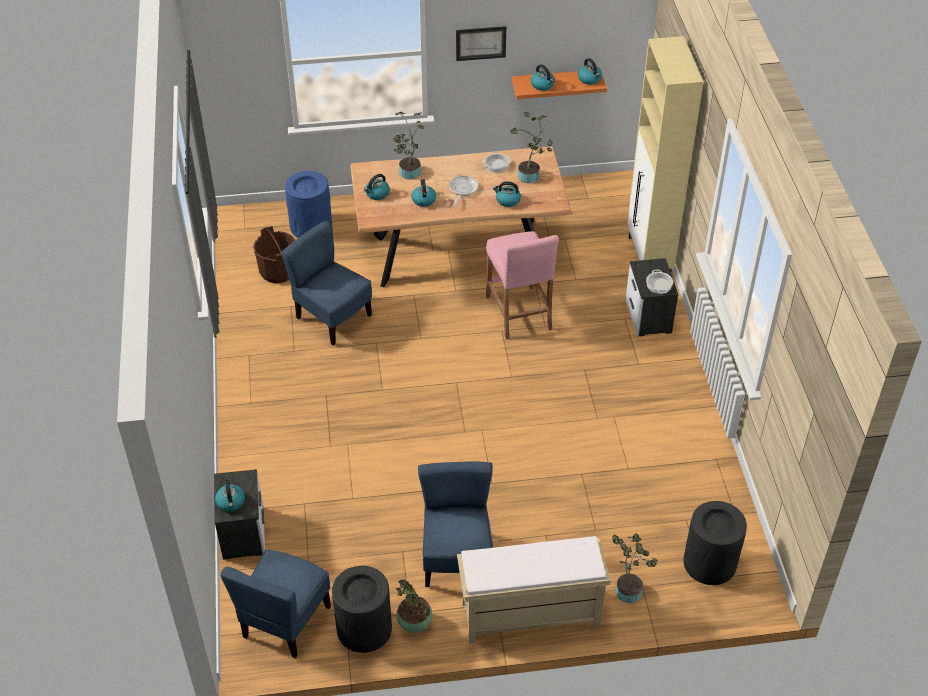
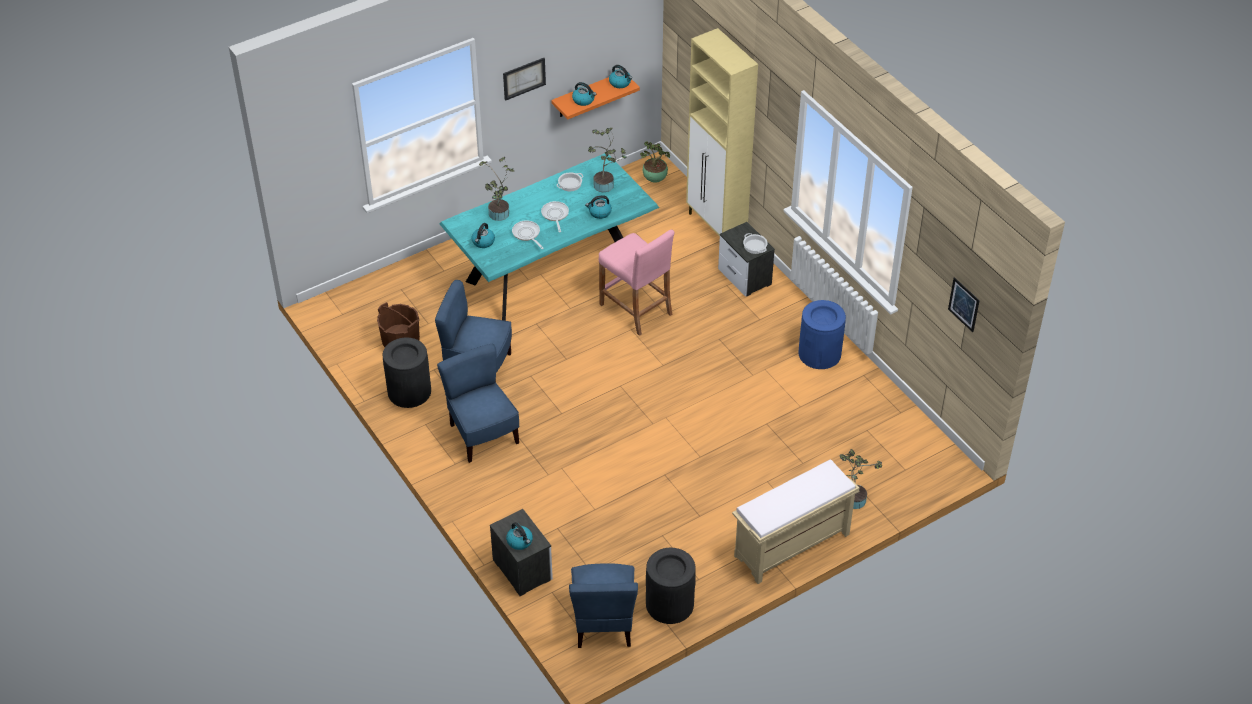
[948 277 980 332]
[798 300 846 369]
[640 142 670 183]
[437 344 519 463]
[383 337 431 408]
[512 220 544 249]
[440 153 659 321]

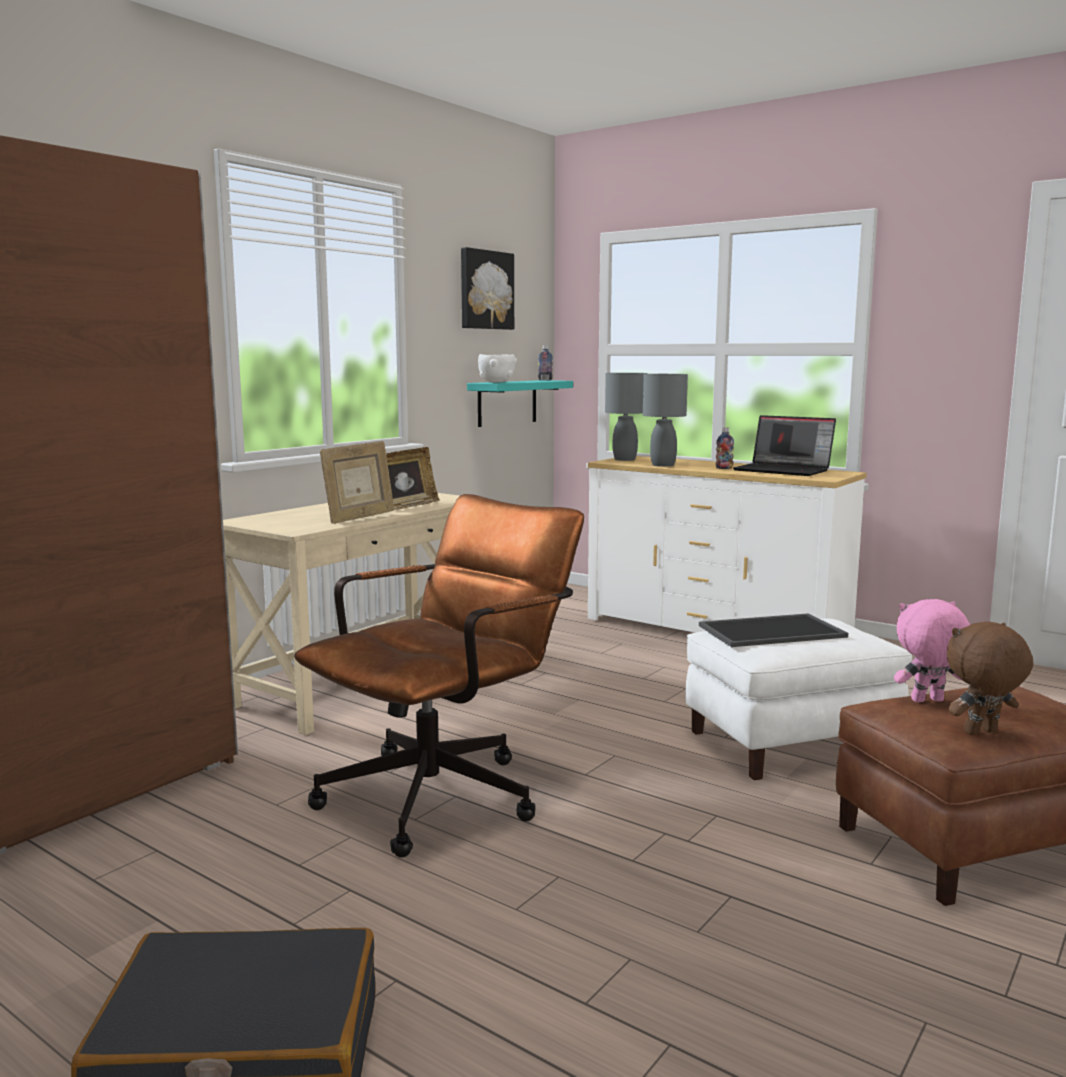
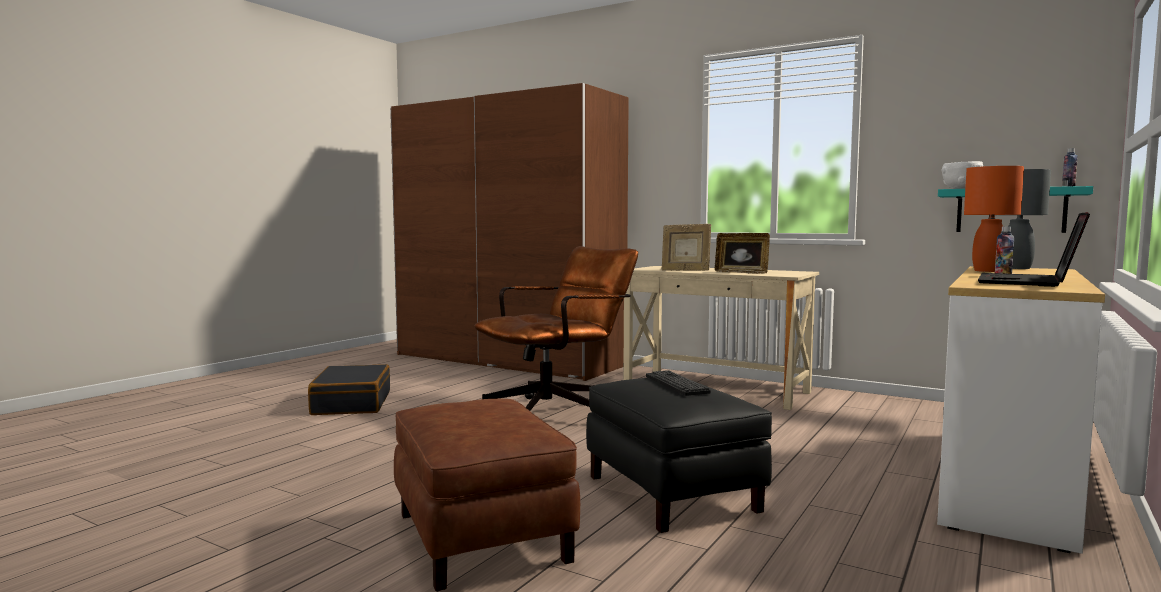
[461 247 514 330] (first image)
[894 599 970 703] (first image)
[947 622 1034 735] (first image)
[646 370 711 396]
[964 166 1024 272]
[586 377 772 533]
[475 246 638 411]

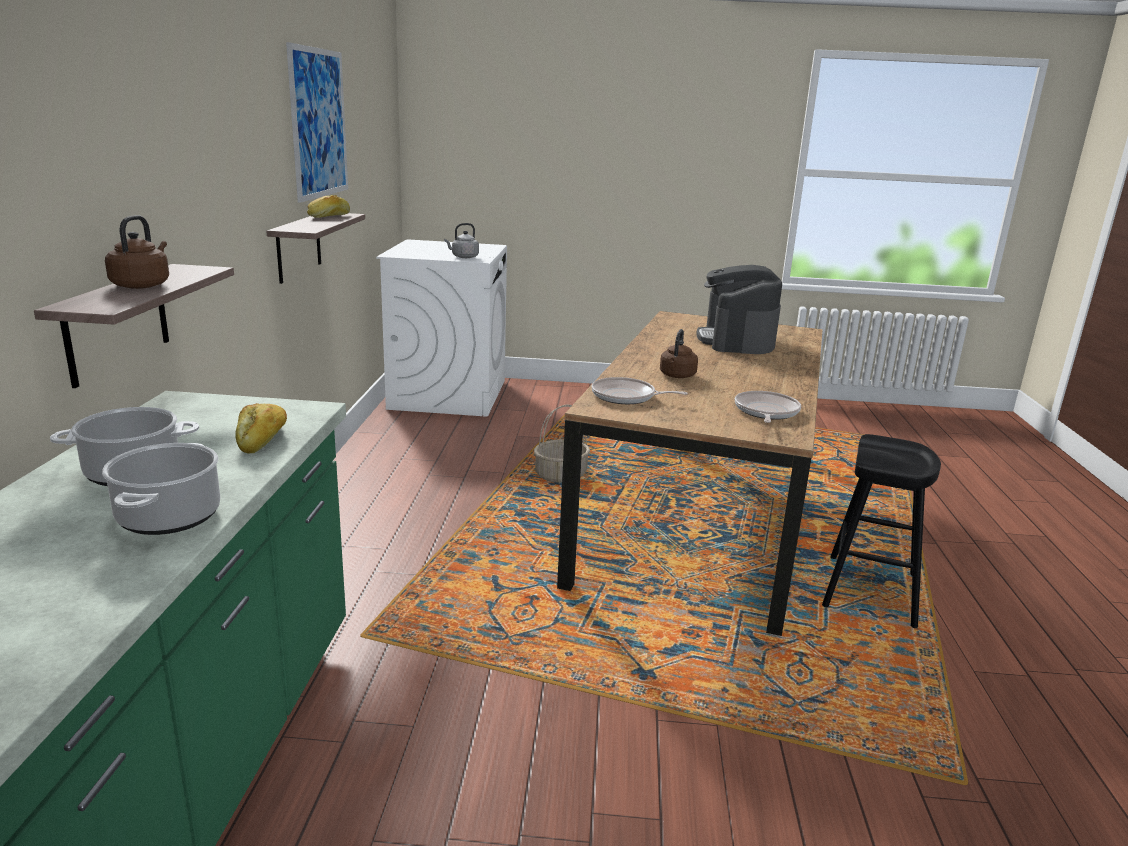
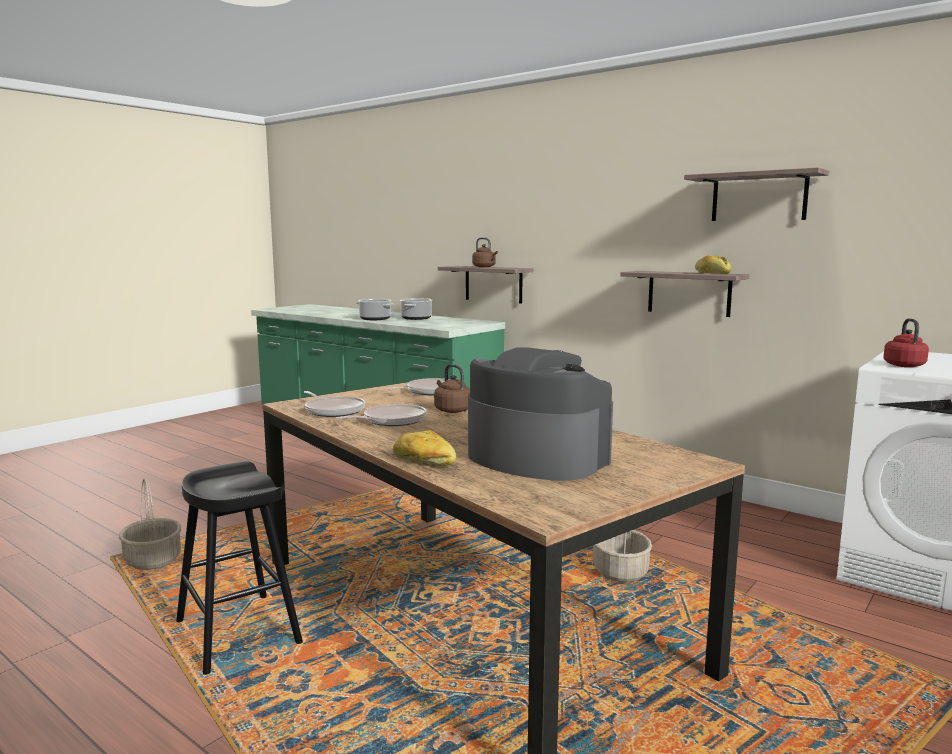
[119 479 181 570]
[336 404 427 426]
[393 430 457 466]
[684 167 829 221]
[883 318 929 367]

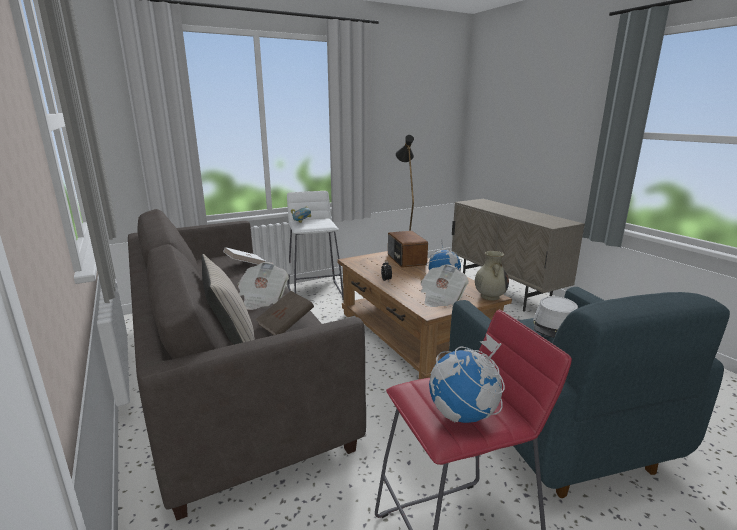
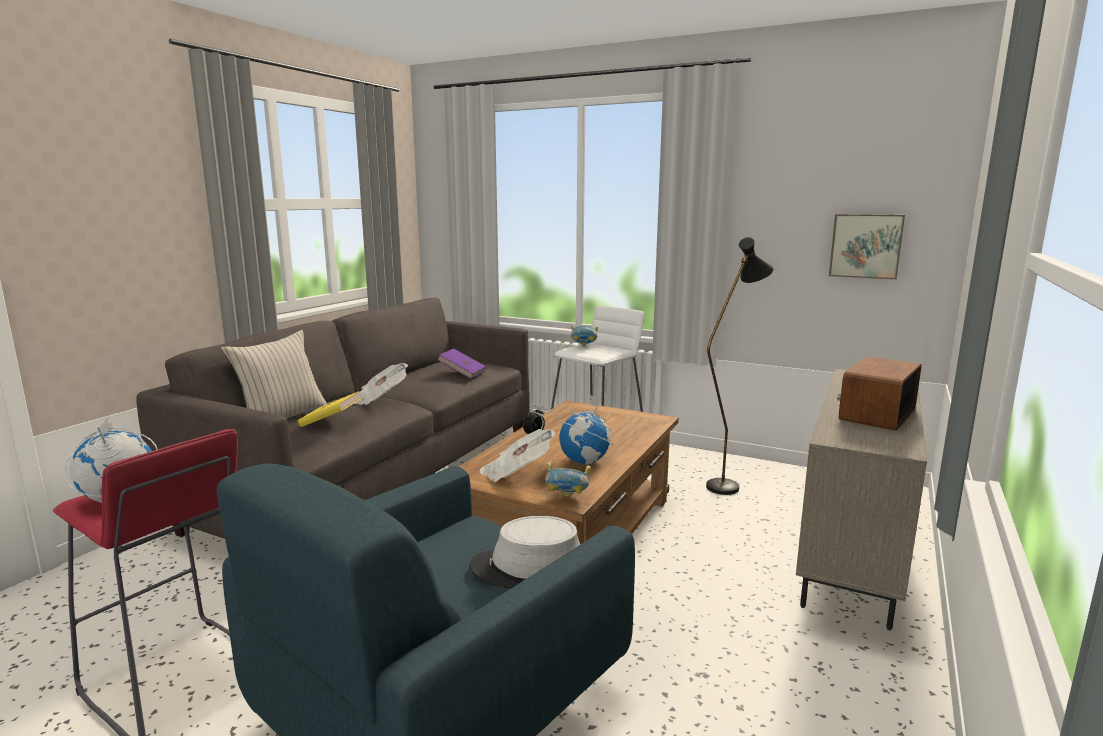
[829 214 905 279]
[837 356 922 431]
[545 462 591 497]
[438 349 486 379]
[298 391 362 427]

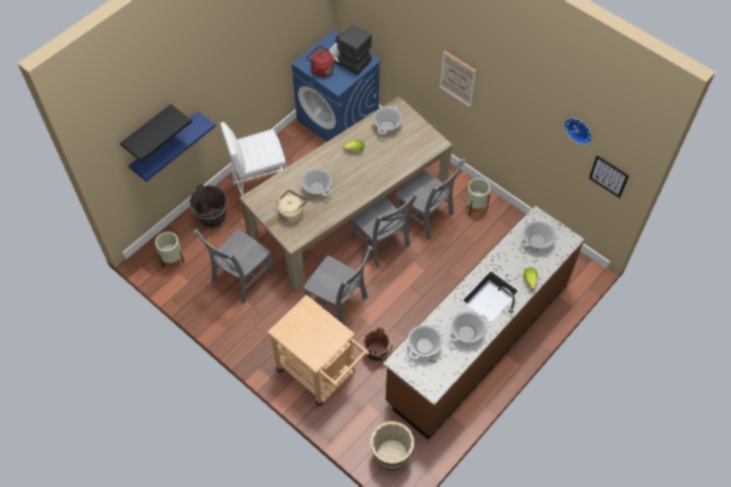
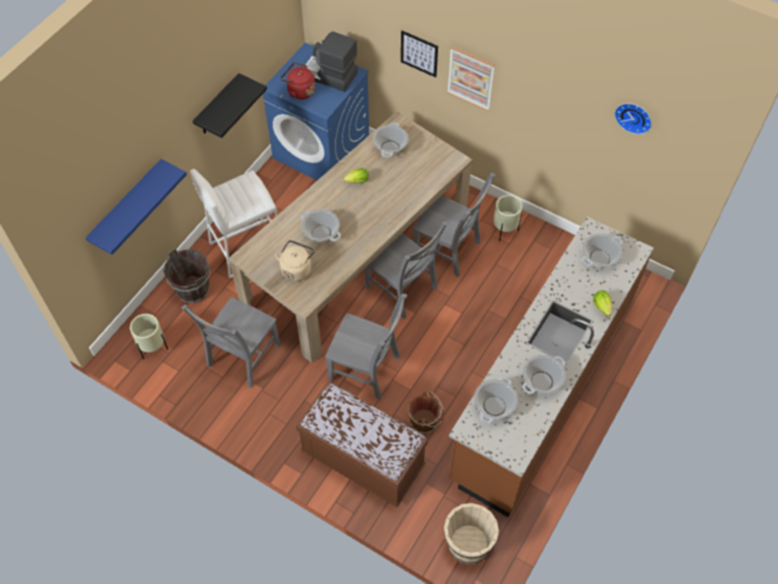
[193 73 267 138]
[401 31 438 78]
[296 382 428 507]

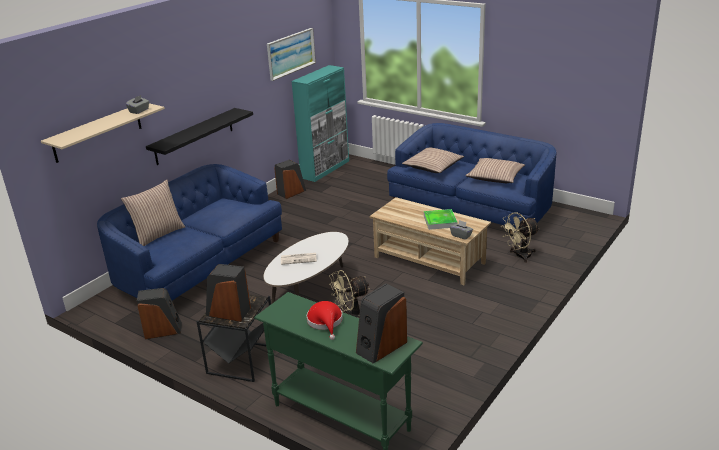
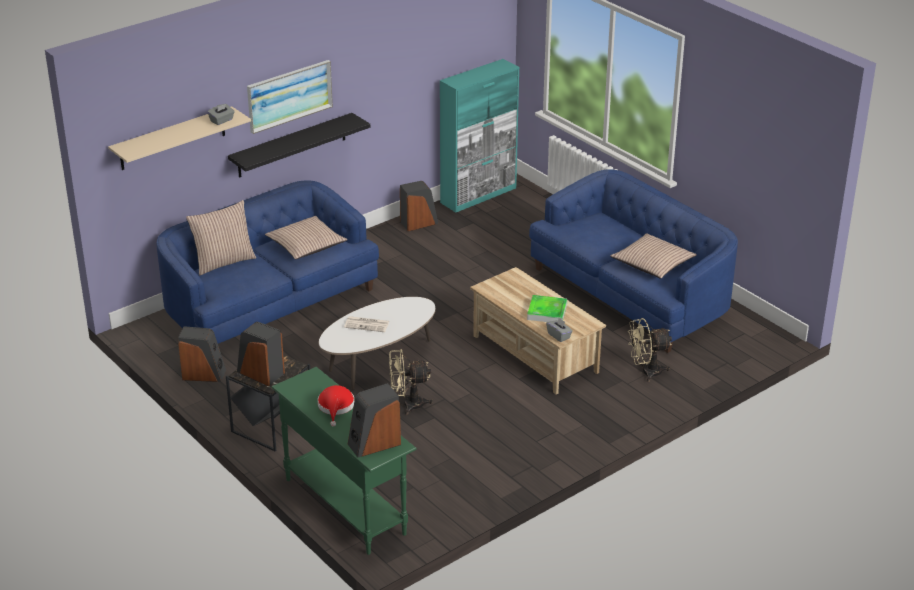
[247 60 333 134]
[265 216 348 259]

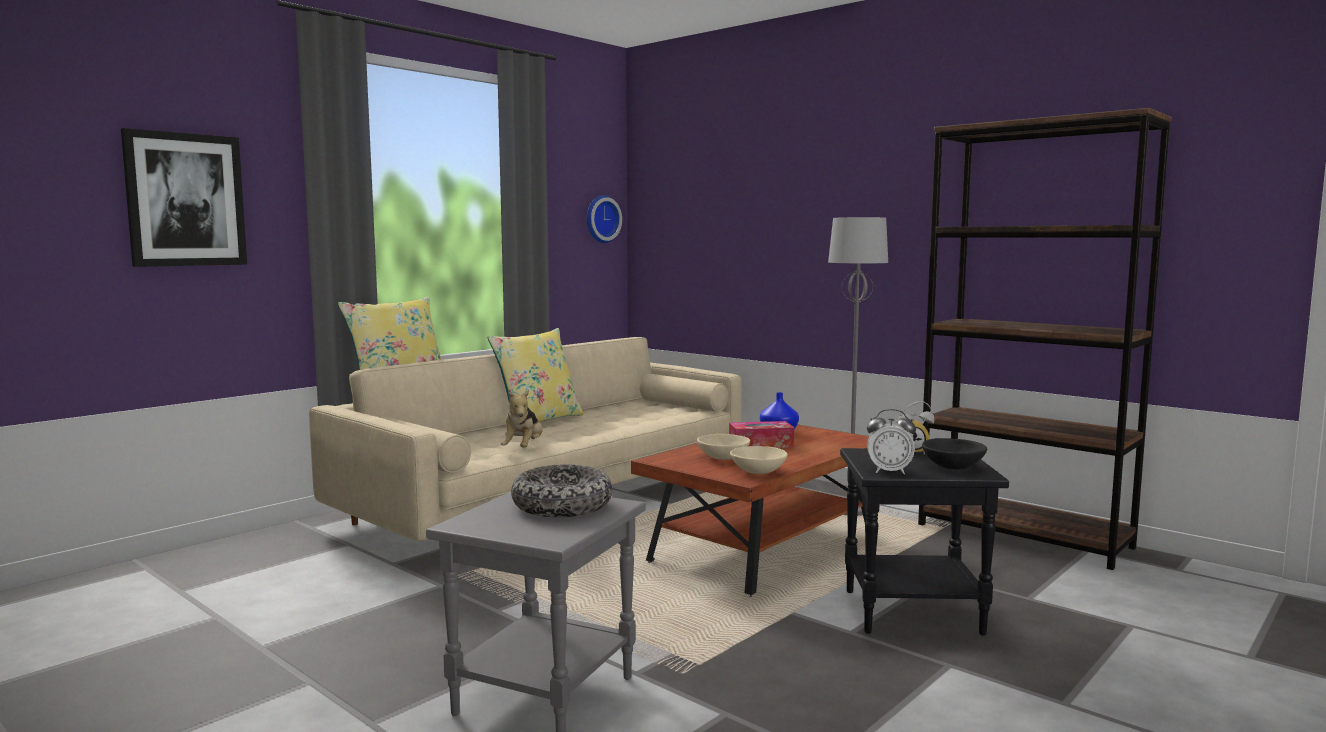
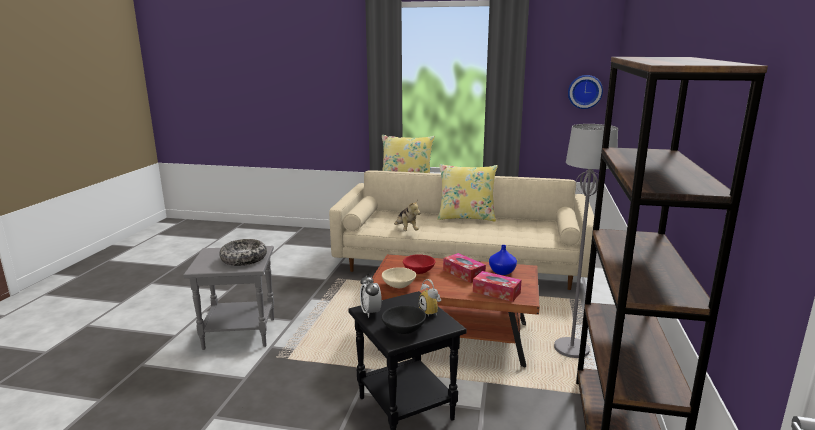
[121 128 247 267] (first image)
[473 271 522 302]
[403 255 435 274]
[394 200 420 231]

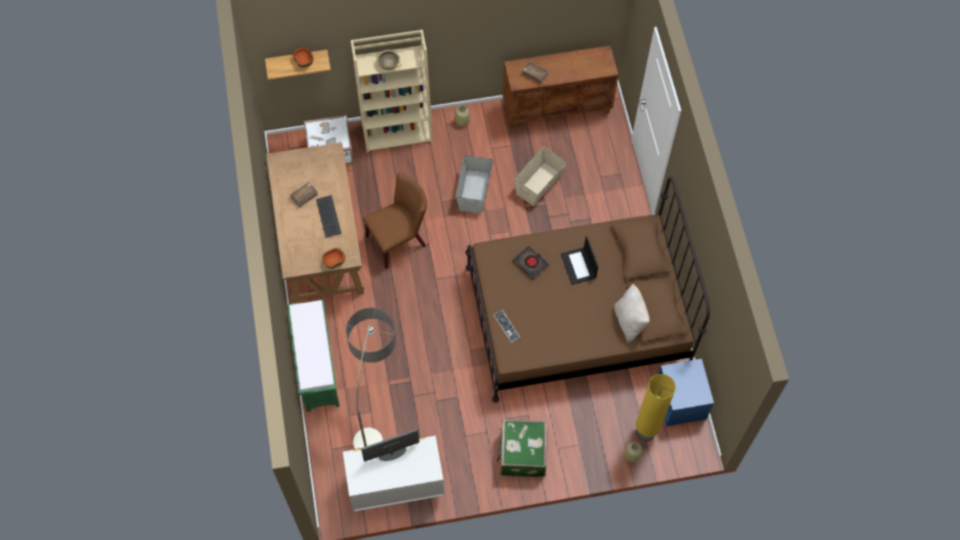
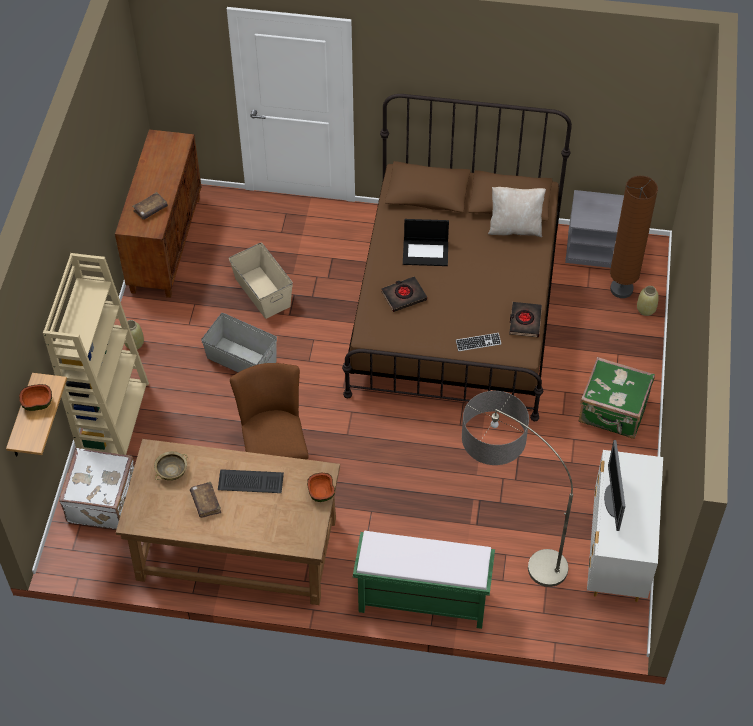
[509 302 542 337]
[154 451 187 481]
[610 176 658 298]
[565 190 624 268]

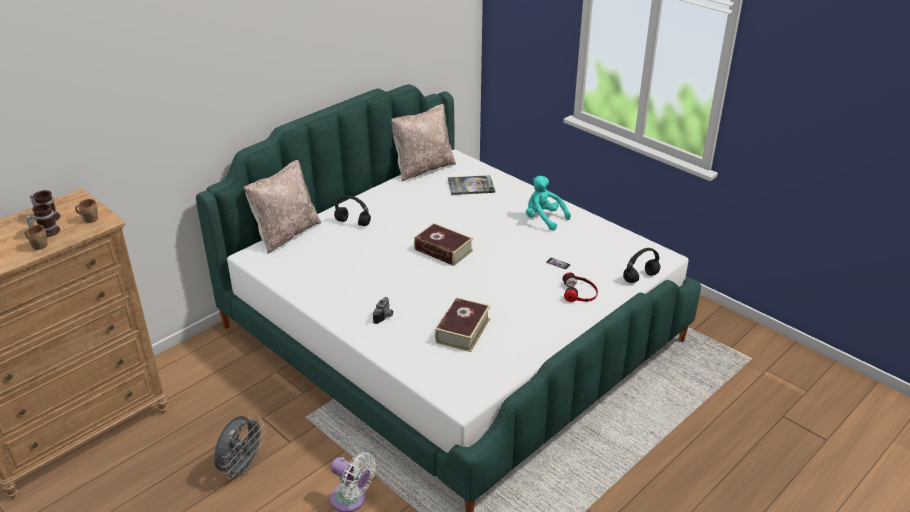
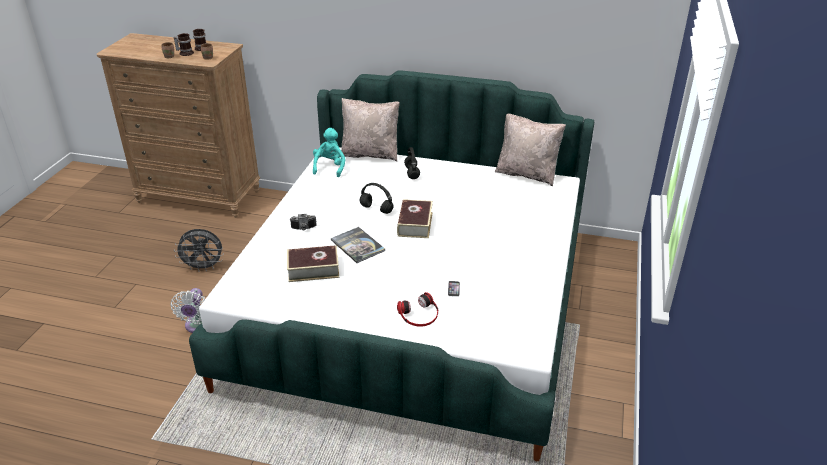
[331 227 385 263]
[313 128 345 177]
[360 183 394 214]

